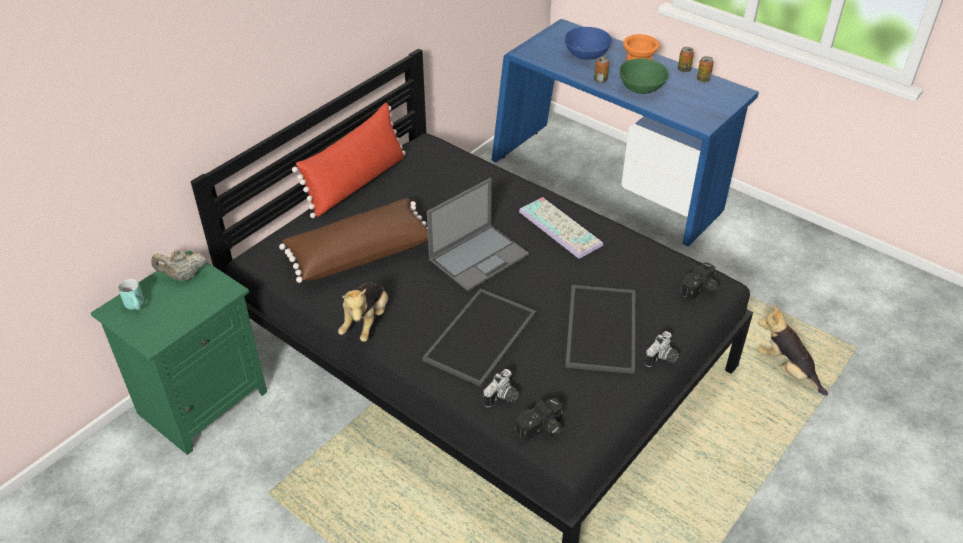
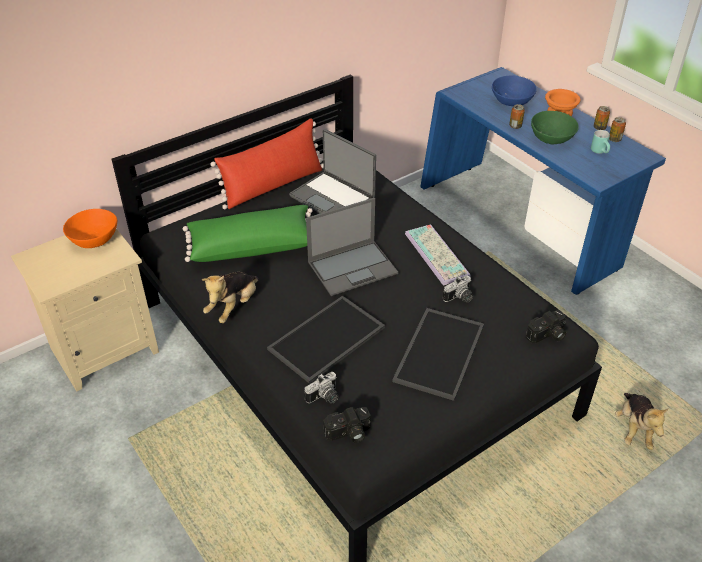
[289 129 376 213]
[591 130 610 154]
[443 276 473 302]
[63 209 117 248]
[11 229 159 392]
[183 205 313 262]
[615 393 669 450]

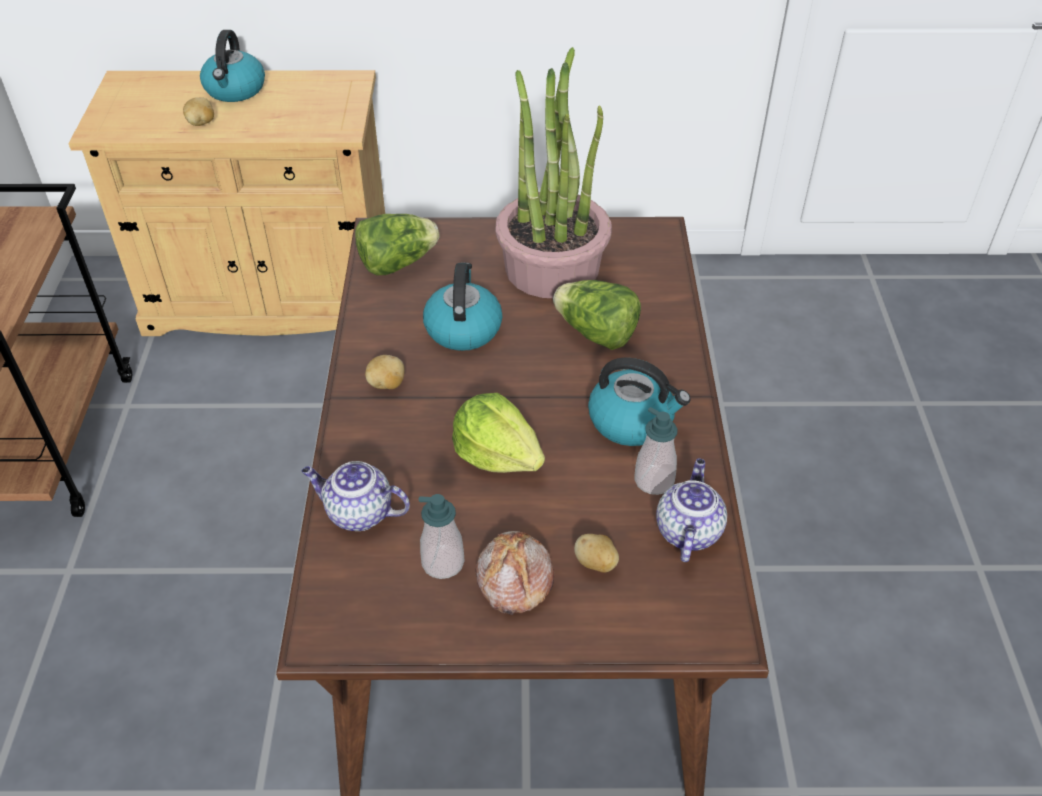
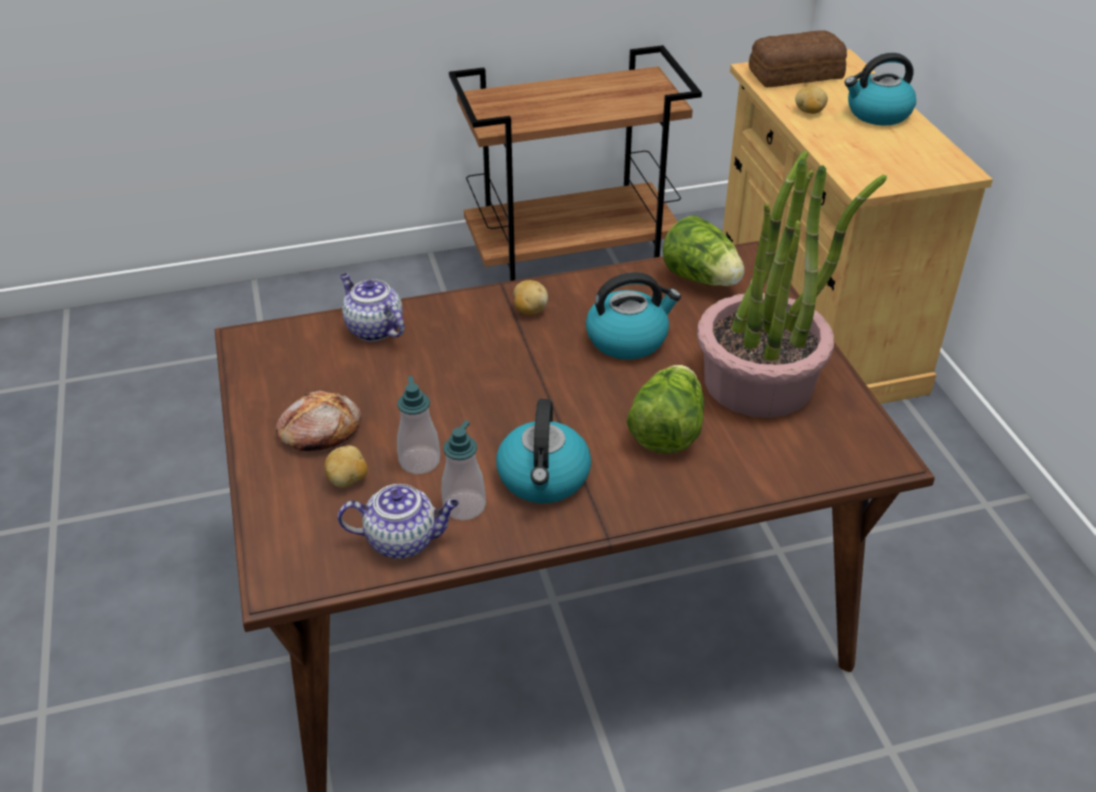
[452 393 545 473] (first image)
[749 30 847 87]
[397 376 440 474]
[340 273 404 342]

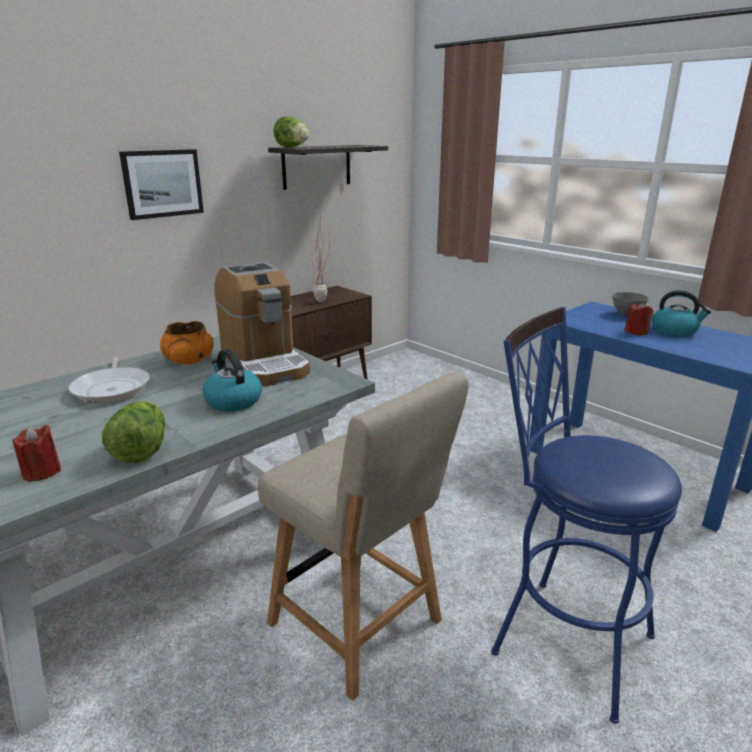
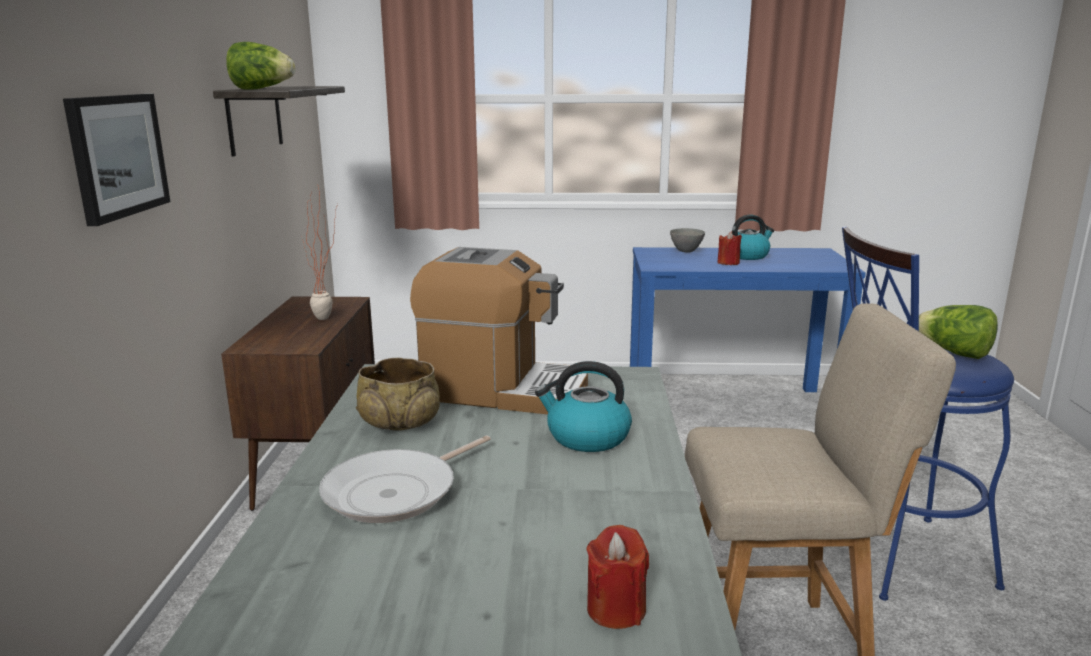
[919 305 998 359]
[356 358 440 431]
[319 435 491 523]

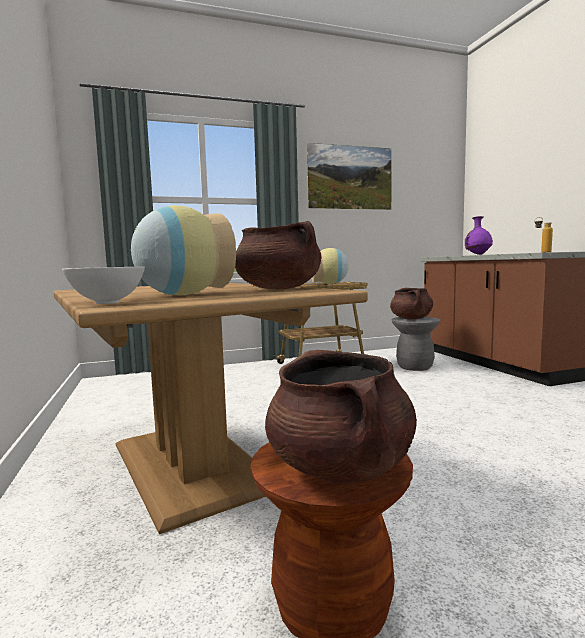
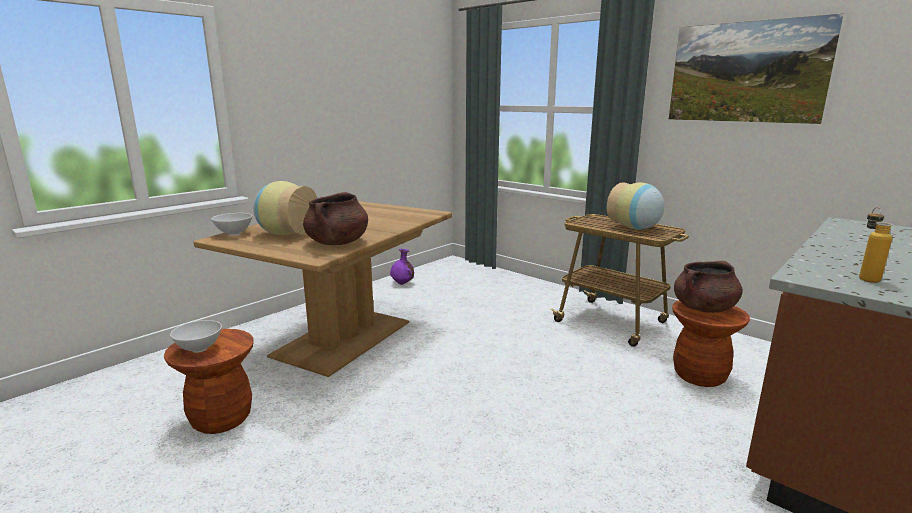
[390 249 414 285]
[170 320 222 353]
[672 300 750 387]

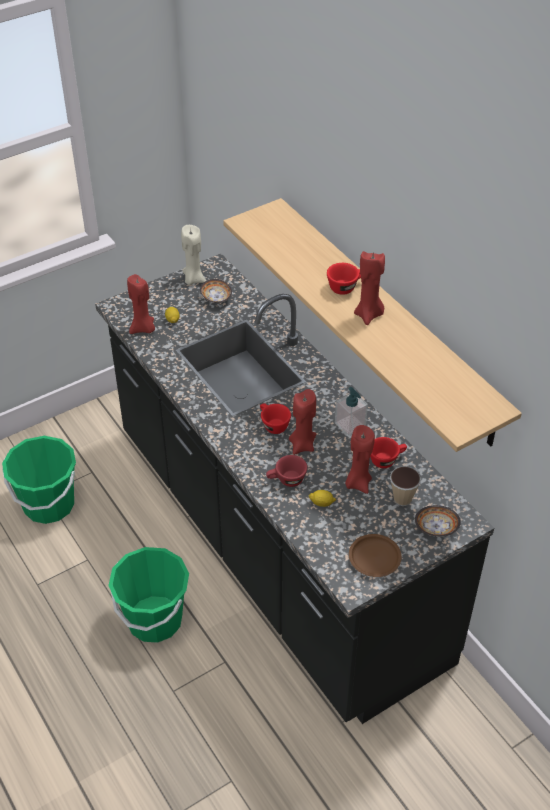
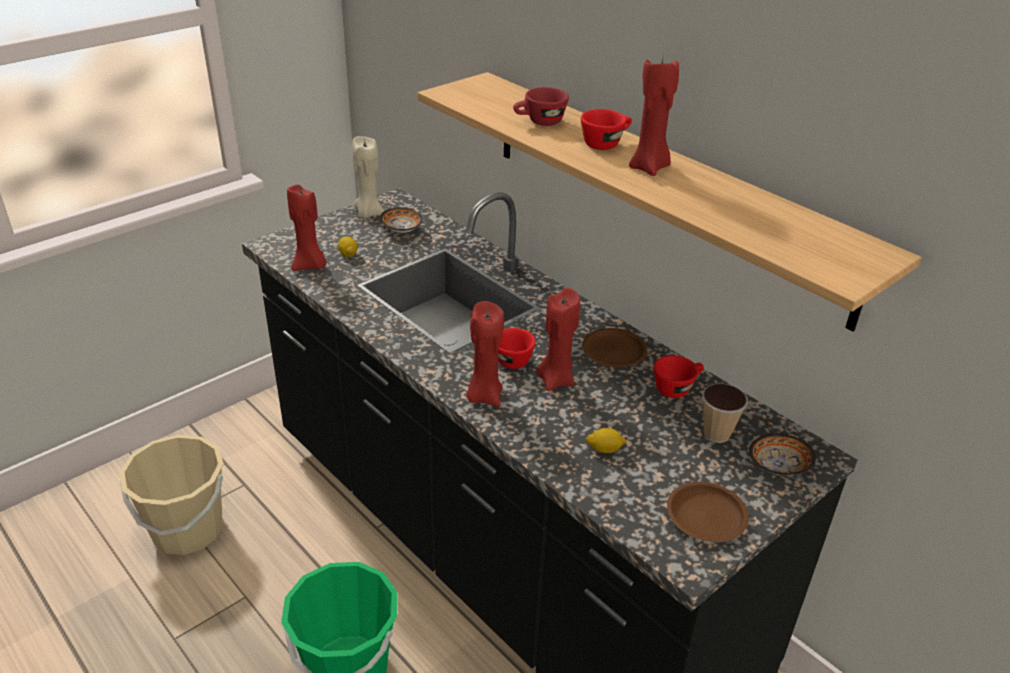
[513 87 569 126]
[467 301 504 407]
[582 328 647 367]
[119 435 224 555]

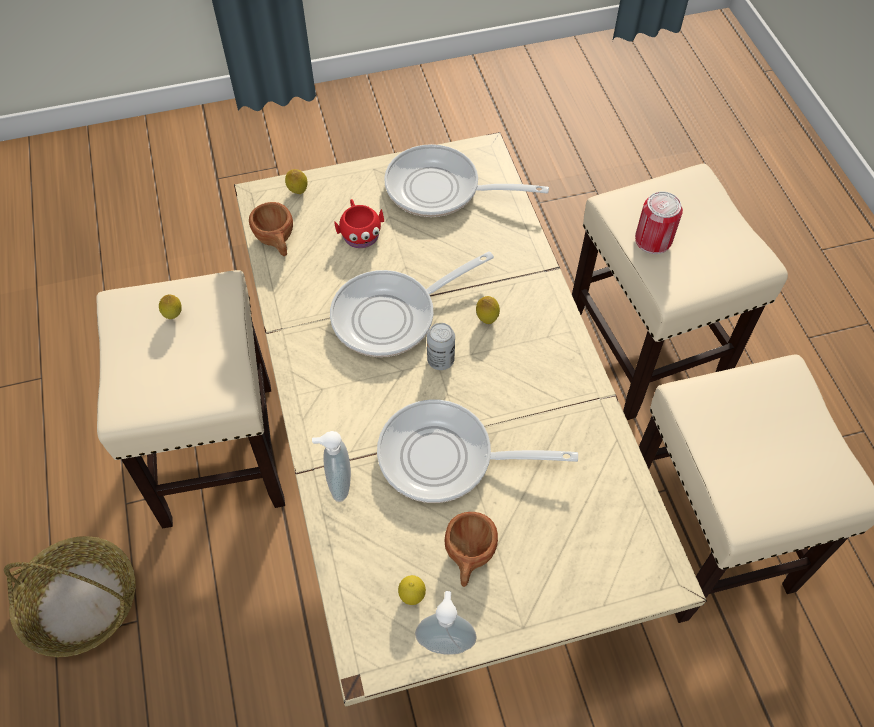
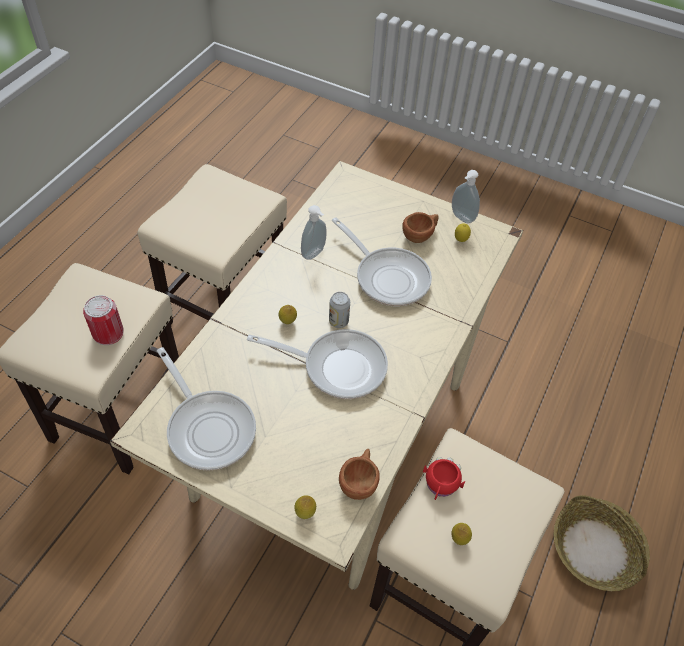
[301 205 327 260]
[423 457 465 500]

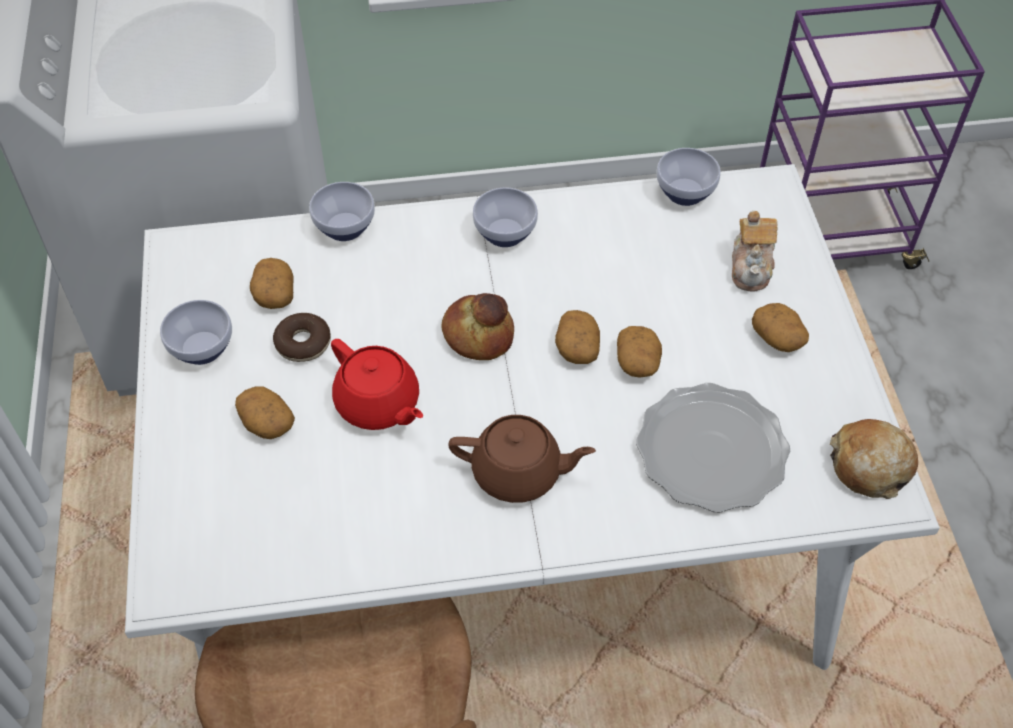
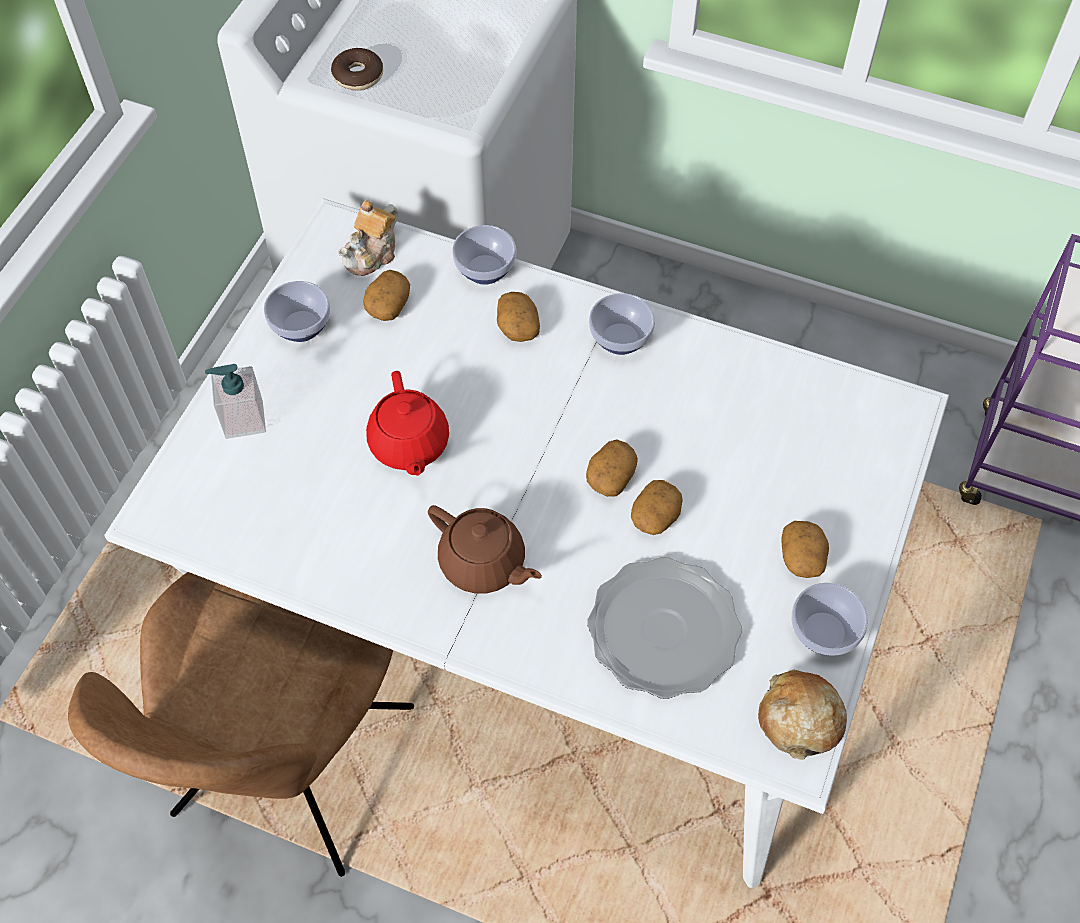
[441 293 514 360] (first image)
[205 364 266 439]
[497 292 540 342]
[331 48 383 91]
[791 583 868 656]
[338 200 398 276]

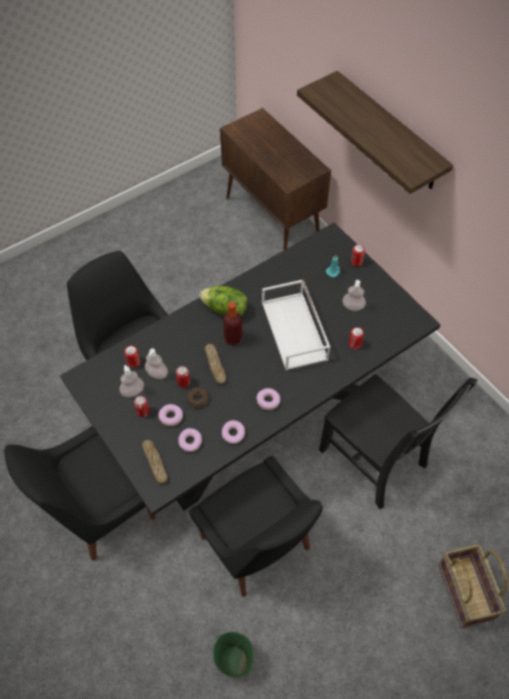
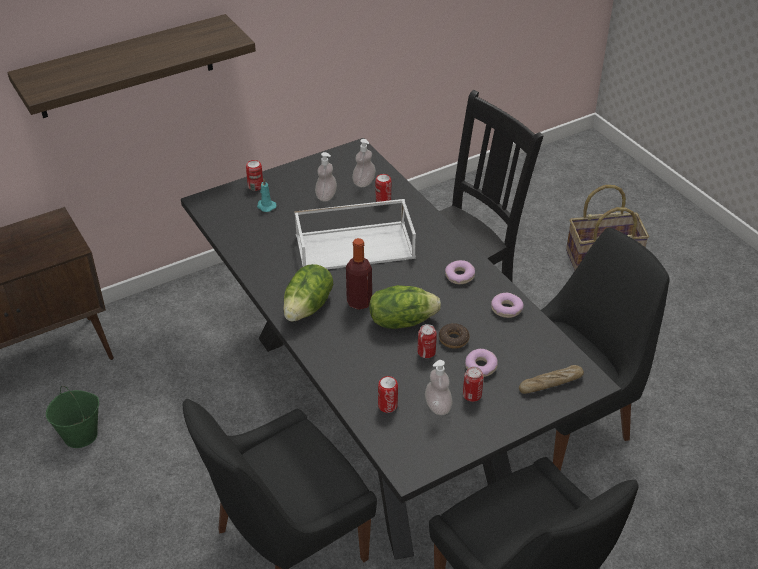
[178 428 202 452] (first image)
[352 139 376 187]
[46 386 99 448]
[369 285 441 329]

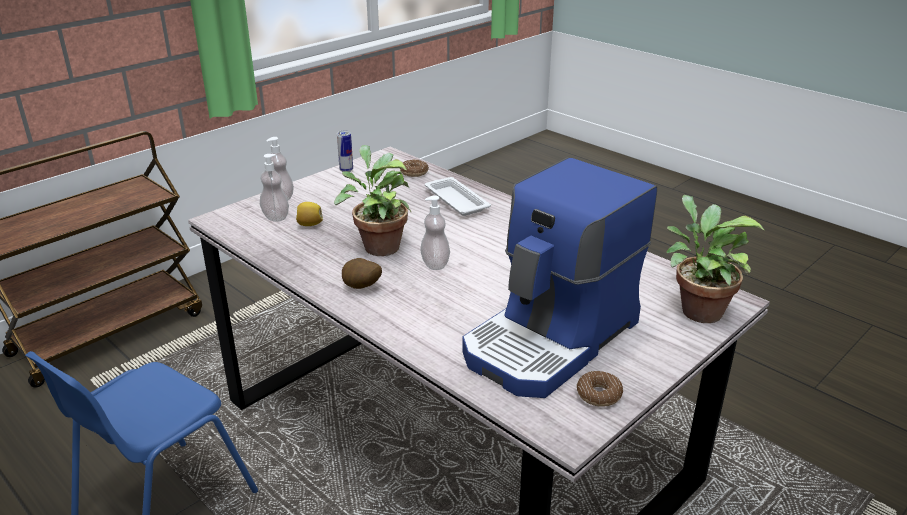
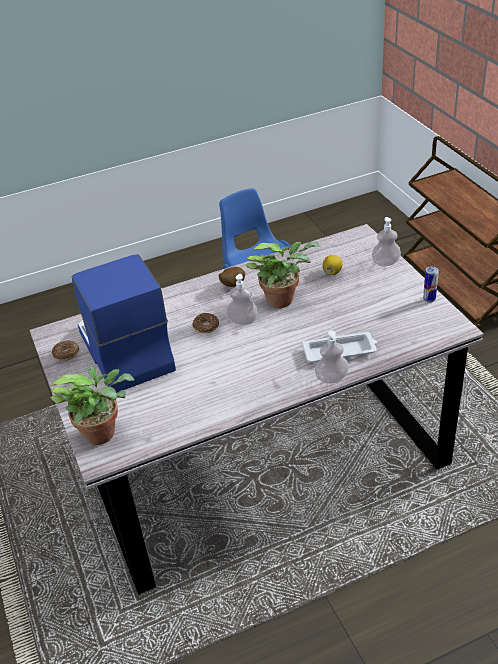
[315 331 349 383]
[192 313 219 334]

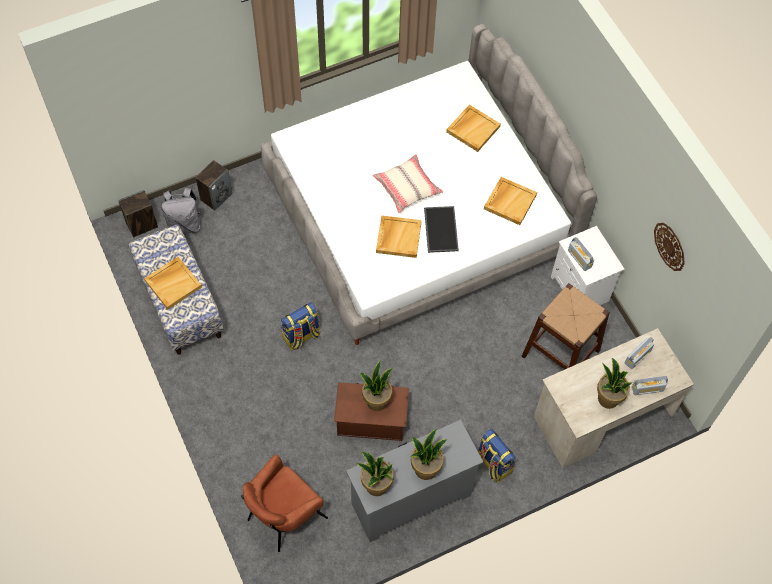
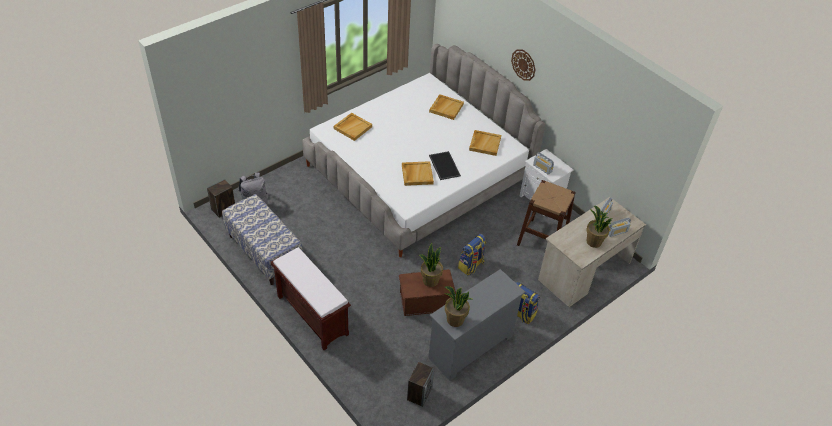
[241 455 328 552] (first image)
[373 155 443 213] (first image)
[410 428 447 480] (first image)
[271 247 351 350]
[334 113 372 141]
[407 362 434 407]
[458 234 486 276]
[511 49 536 81]

